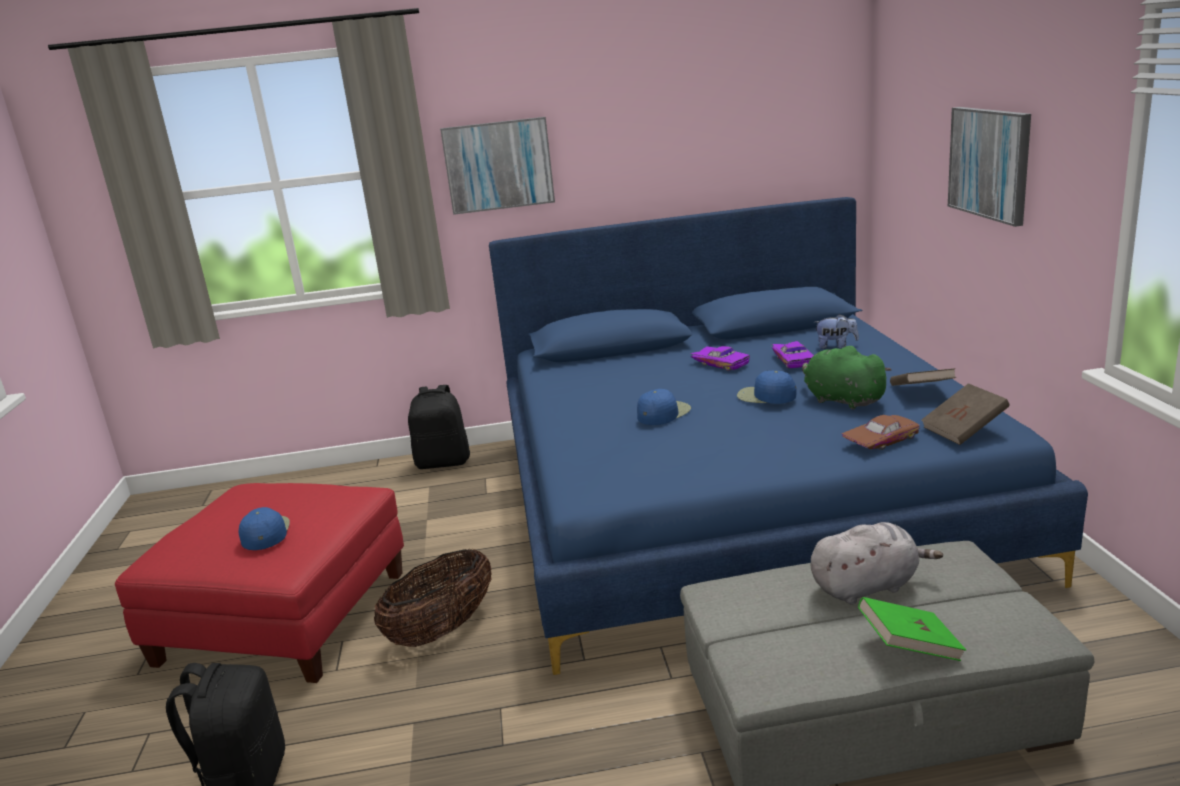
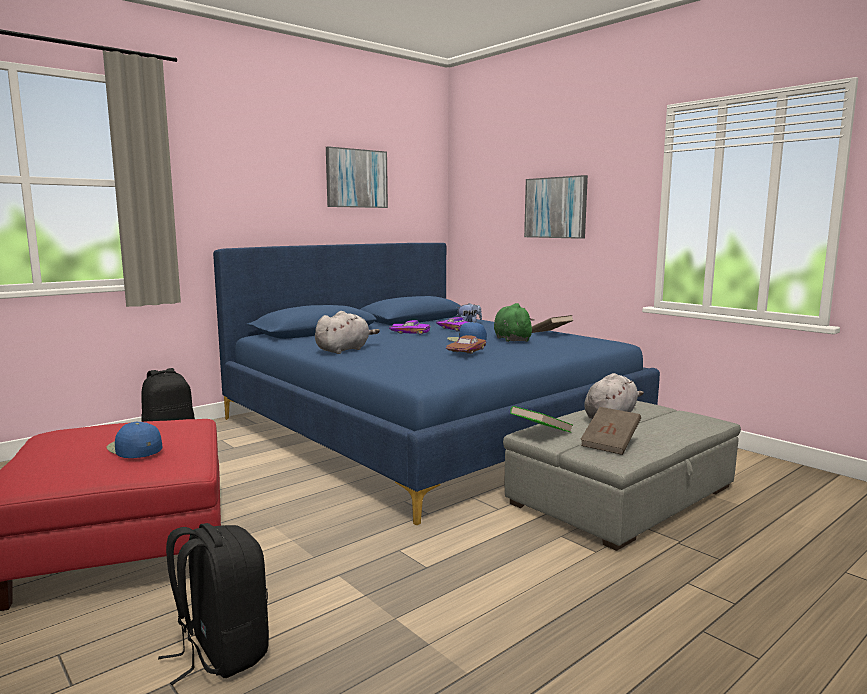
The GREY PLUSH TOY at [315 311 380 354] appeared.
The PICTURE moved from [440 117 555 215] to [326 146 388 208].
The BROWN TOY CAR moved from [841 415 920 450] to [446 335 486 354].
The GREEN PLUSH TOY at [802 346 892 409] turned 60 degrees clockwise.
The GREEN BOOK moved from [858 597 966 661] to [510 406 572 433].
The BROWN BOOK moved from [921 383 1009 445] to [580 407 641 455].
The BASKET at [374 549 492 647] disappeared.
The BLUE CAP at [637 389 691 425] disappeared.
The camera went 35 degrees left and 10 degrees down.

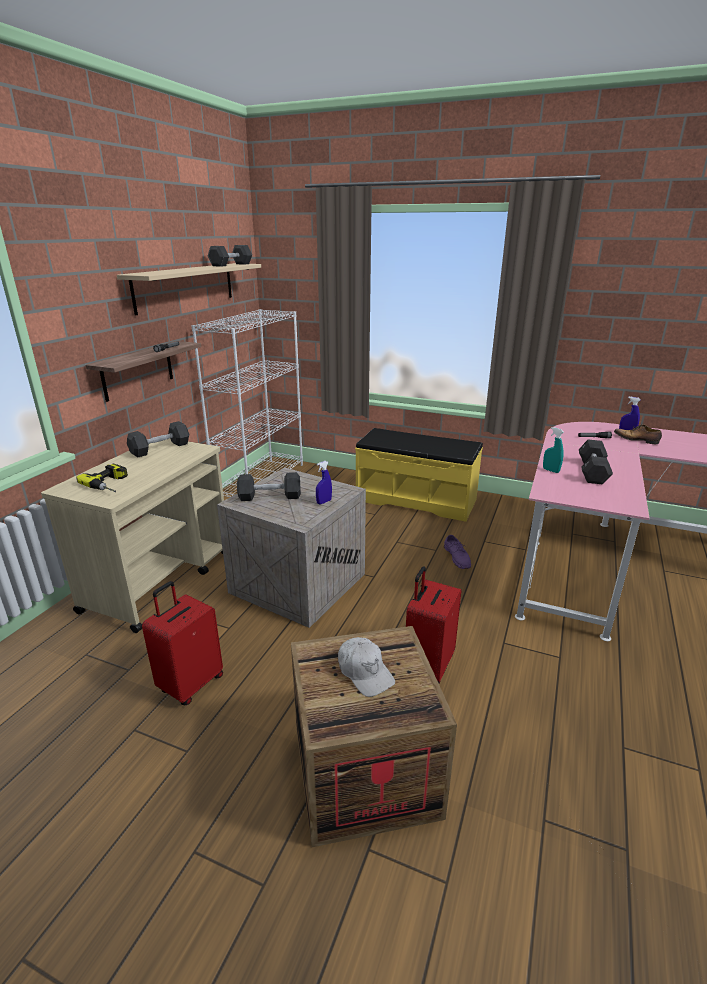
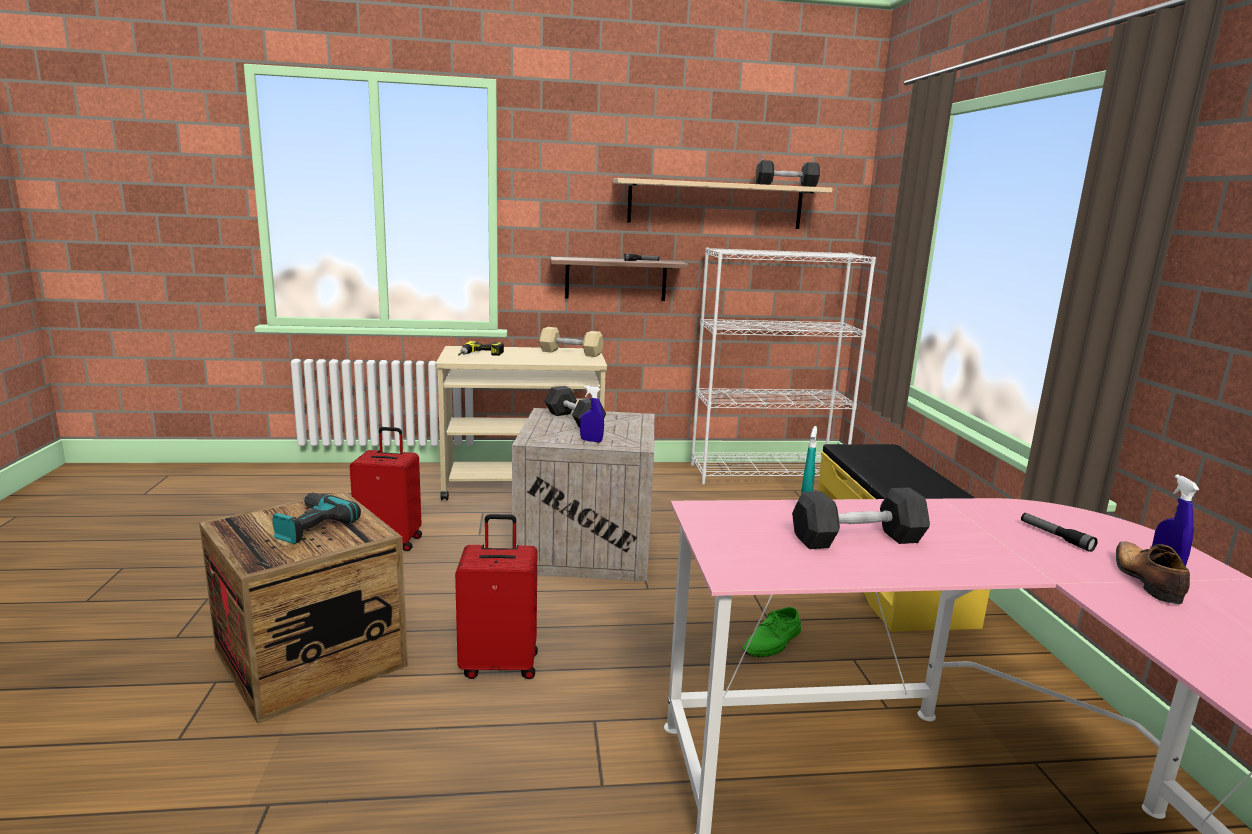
The WHITE CAP at [338 637 395 697] was replaced by the POWER DRILL at [272 492 361 544].
The BLACK DUMBBELL at [127 421 189 457] became the BEIGE DUMBBELL at [539 327 603 357].
The PURPLE SHOE at [444 535 471 569] became the GREEN SHOE at [743 607 801 657].
The camera went 60 degrees right and 10 degrees down.

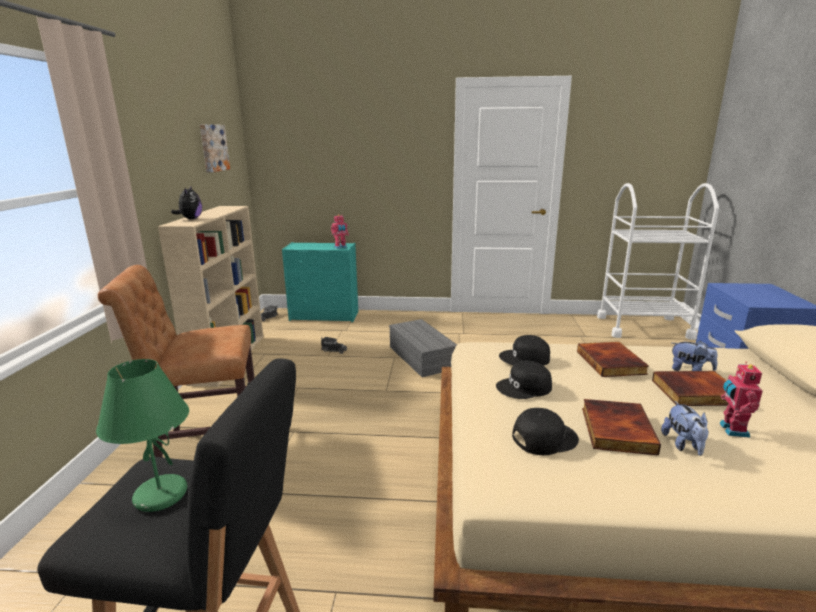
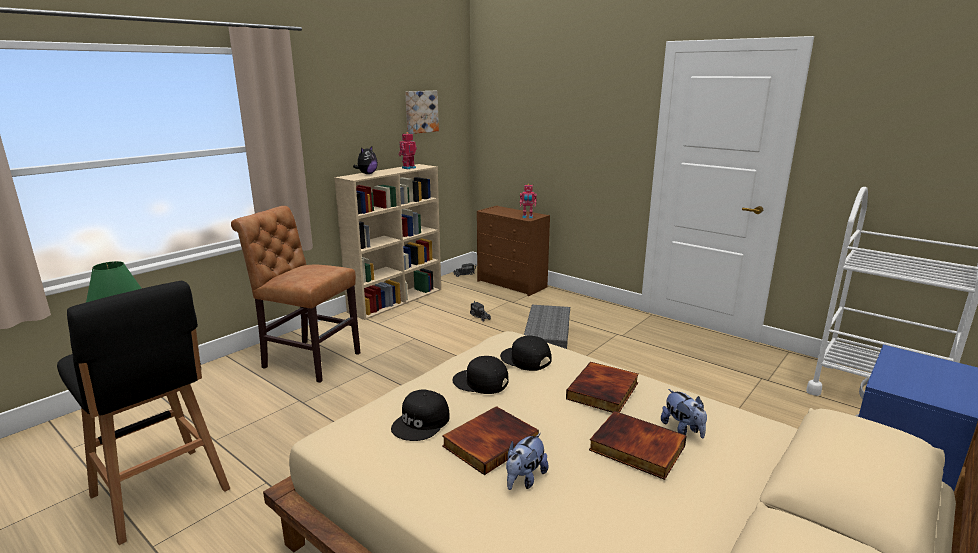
The BLACK CAP at [512 408 579 455] turned 105 degrees clockwise.
The TOY ROBOT moved from [719 362 763 438] to [398 132 417 169].
The TURQUOISE DRESSER at [282 242 358 322] became the BROWN DRESSER at [477 206 550 296].
The camera went 35 degrees right and 0 degrees up.

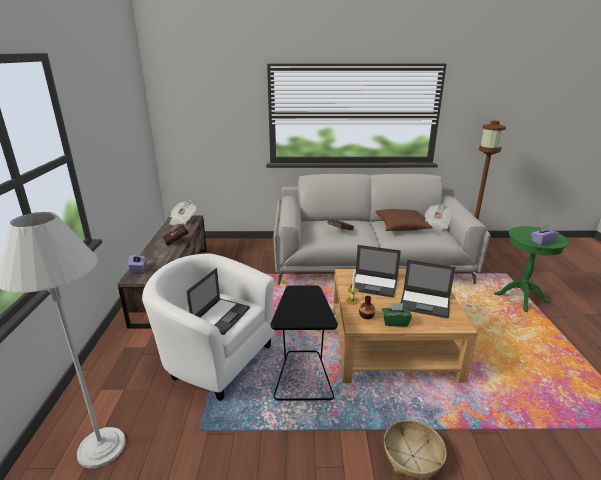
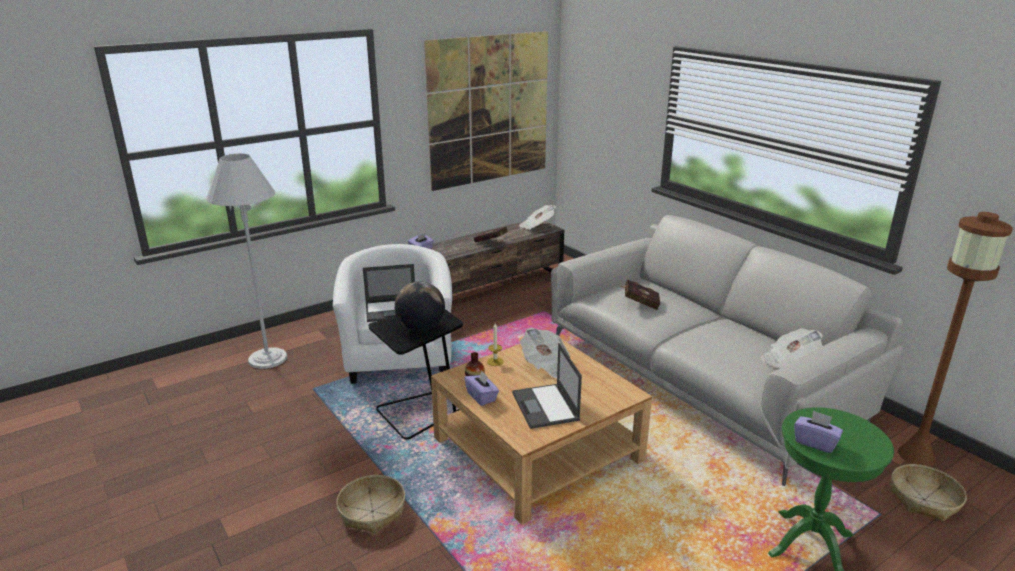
The GLOBE at [394 282 445 332] appeared.
The PICTURE at [424 31 548 191] appeared.
The GREEN TISSUE BOX at [382 303 412 327] became the PURPLE TISSUE BOX at [464 371 499 406].
The LAPTOP at [351 245 401 298] was replaced by the NEWSPAPER at [520 328 570 379].
The BASKET at [890 464 967 521] appeared.
The BROWN PILLOW at [375 209 432 231] disappeared.
The camera went 55 degrees right and 0 degrees up.

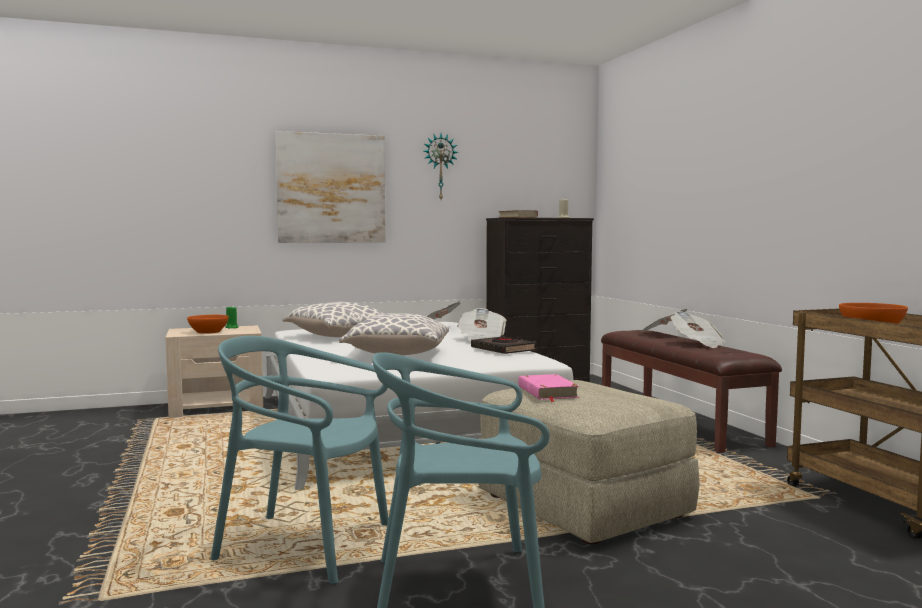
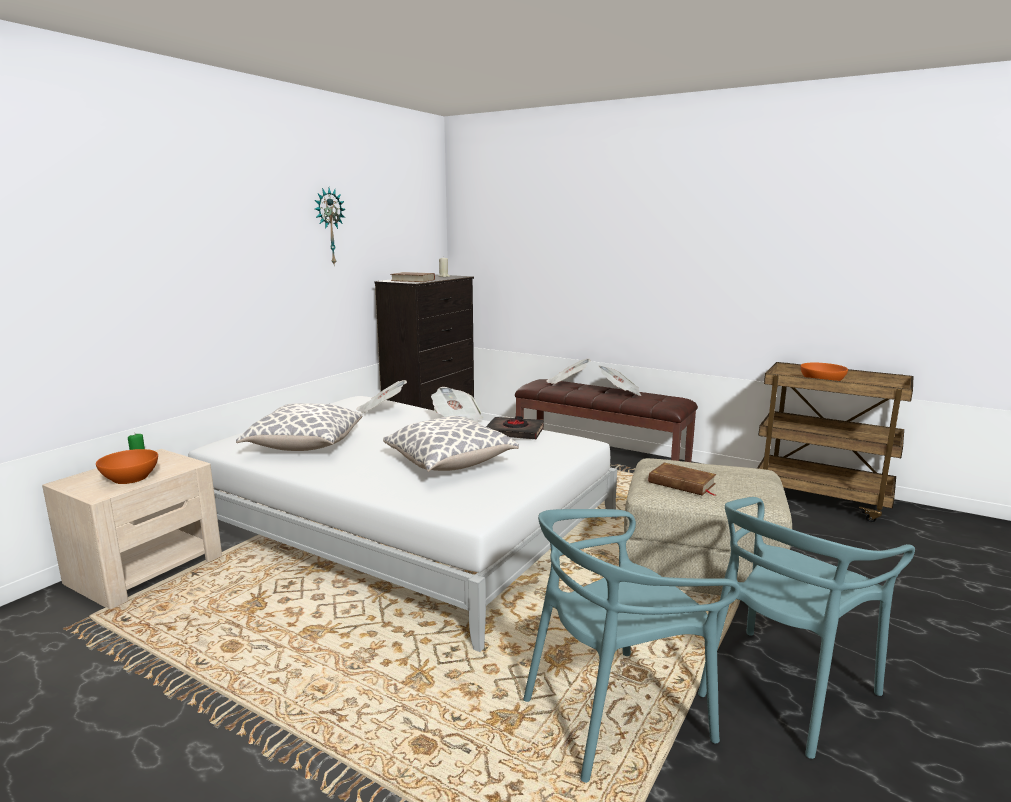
The PINK BOOK at [518 374 579 402] became the BROWN BOOK at [649 463 717 496].
The PICTURE at [275 131 386 243] disappeared.
The camera went 40 degrees left and 10 degrees up.

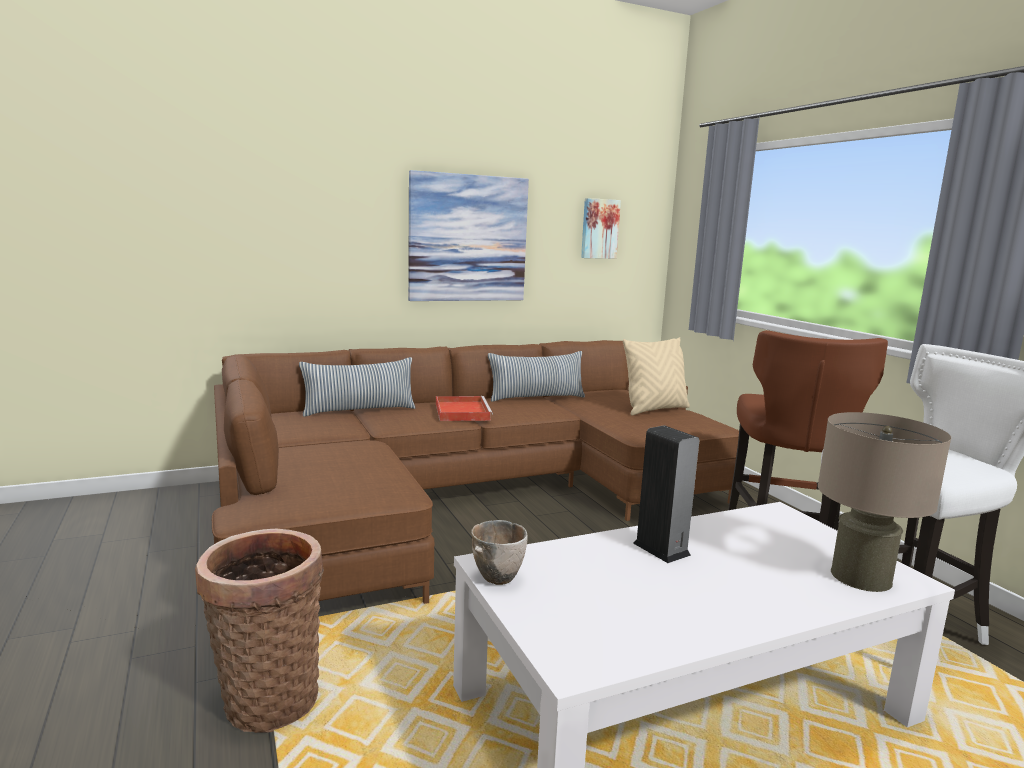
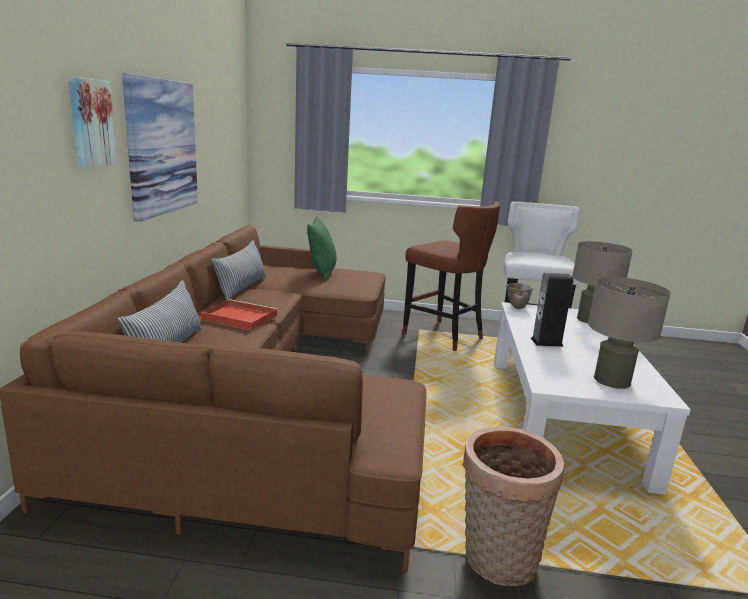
The PICTURE moved from [581 198 621 259] to [68 77 117 168].
The BEIGE PILLOW at [623 337 690 415] became the GREEN PILLOW at [307 216 337 281].
The BOWL moved from [471 520 528 585] to [507 283 533 309].
The BEIGE TABLE LAMP at [588 277 671 389] appeared.
The camera went 60 degrees left and 5 degrees up.

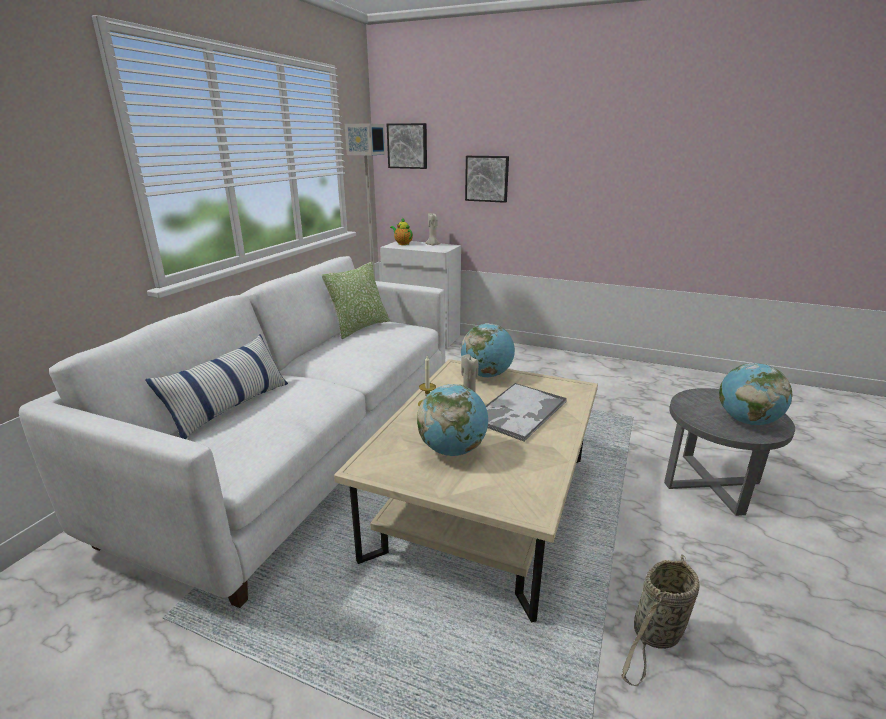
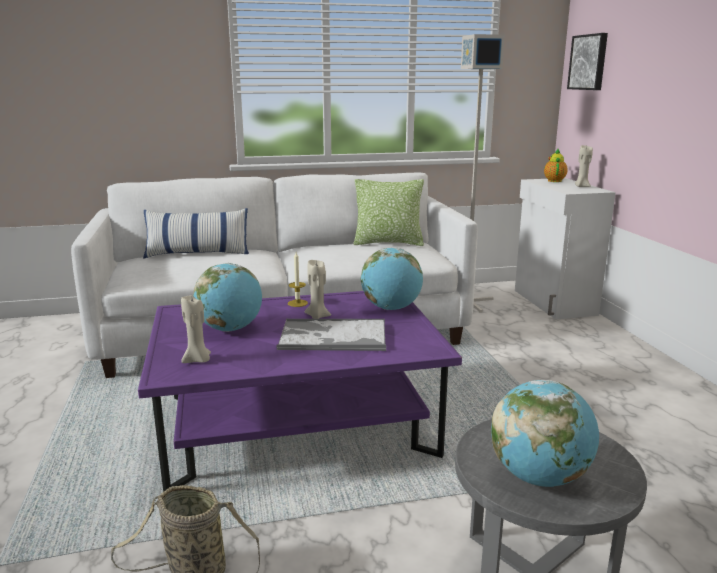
The BEIGE COFFEE TABLE at [334 359 598 623] became the PURPLE COFFEE TABLE at [138 291 462 492].
The BEIGE CANDLE at [181 295 211 363] appeared.
The PICTURE at [465 156 509 203] disappeared.
The camera went 55 degrees right and 5 degrees down.

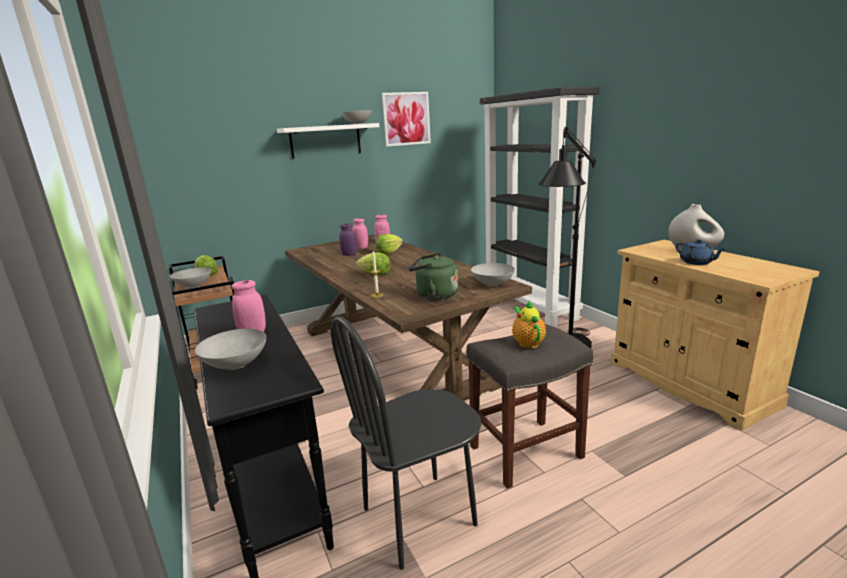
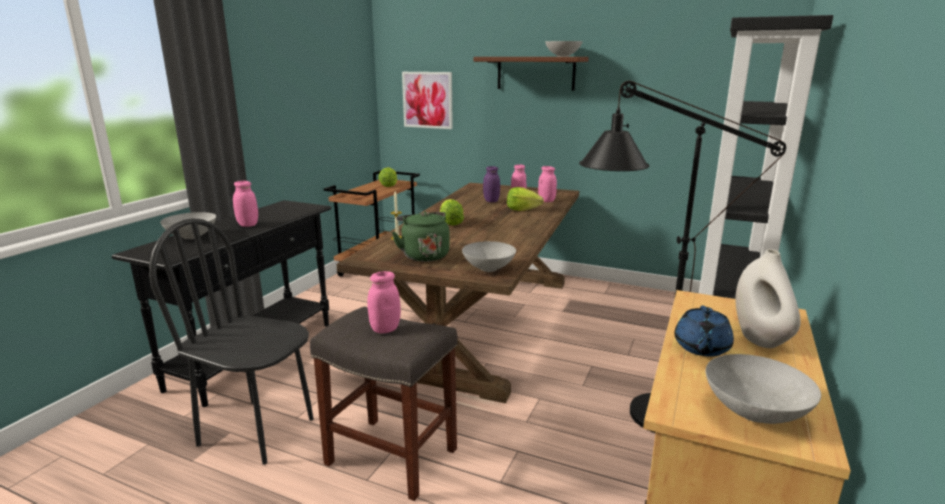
The TEAPOT at [512 300 546 349] was replaced by the PINK JAR at [368 271 401 333].
The PICTURE moved from [382 92 431 147] to [402 72 453 129].
The WHITE SHELF at [277 123 379 158] became the BROWN SHELF at [474 57 589 91].
The GREY BOWL moved from [170 267 211 288] to [706 354 821 424].
The camera went 50 degrees right and 0 degrees up.

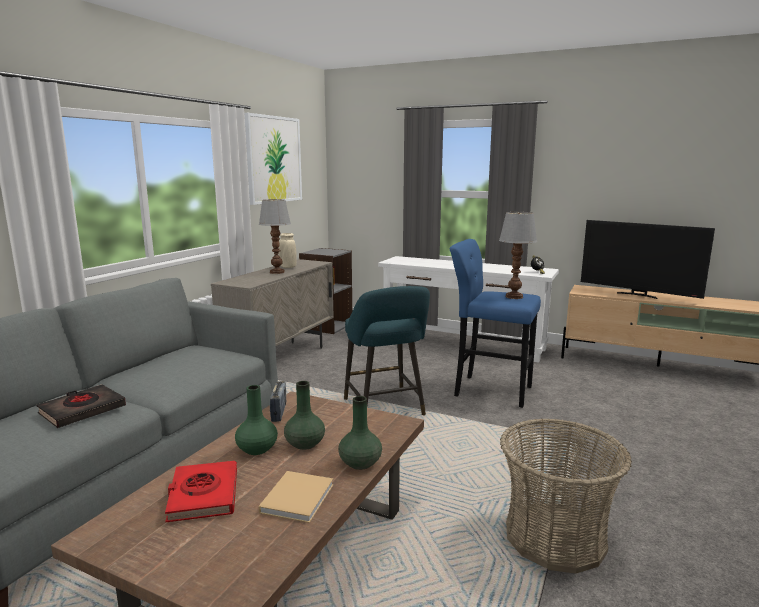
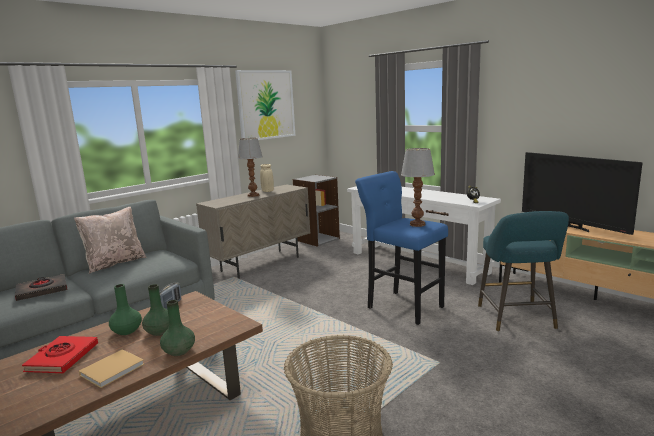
The BEIGE PILLOW at [74 207 147 274] appeared.
The TURQUOISE STOOL moved from [344 286 430 416] to [478 211 569 332].
The camera went 20 degrees right and 0 degrees up.

